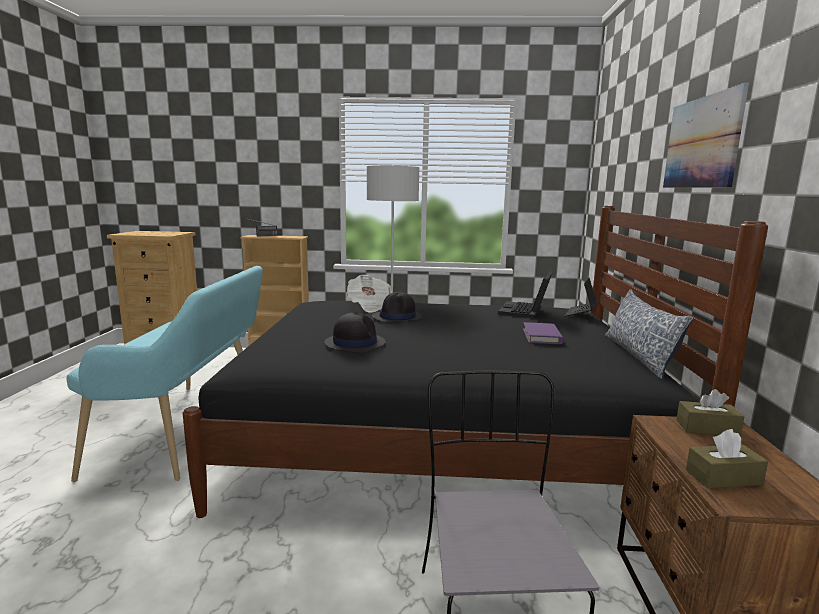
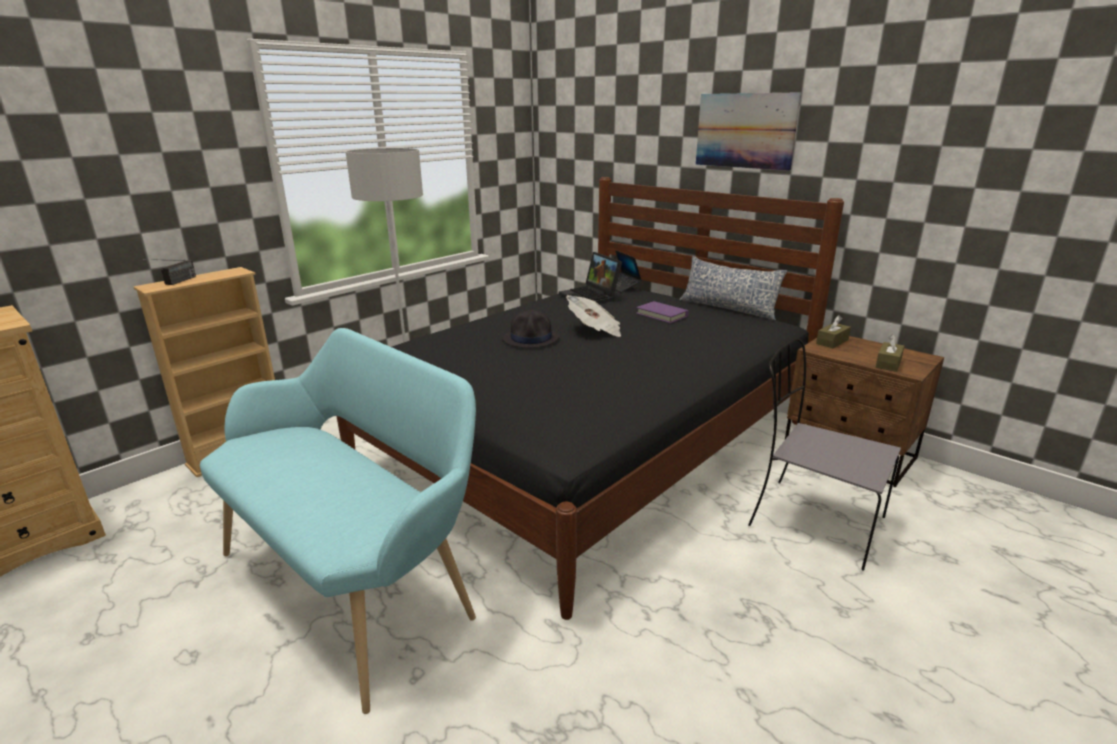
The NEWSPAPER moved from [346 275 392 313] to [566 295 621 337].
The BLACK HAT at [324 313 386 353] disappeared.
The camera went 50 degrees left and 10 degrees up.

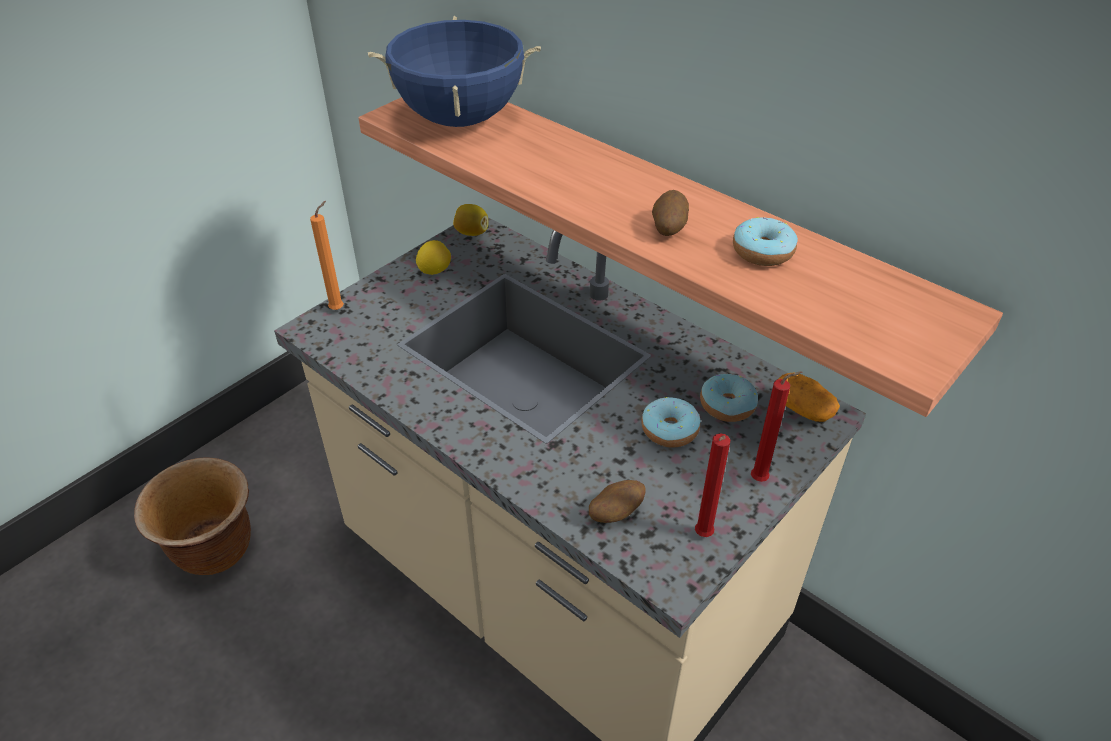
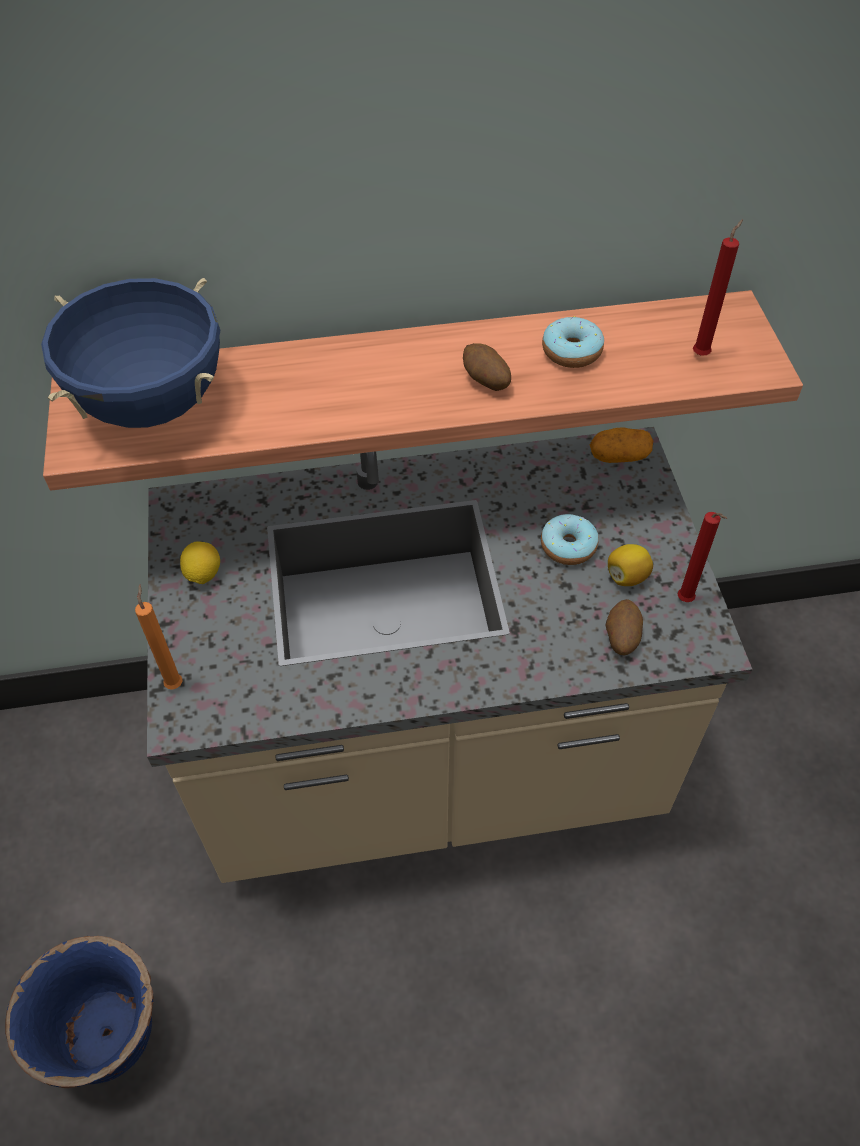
The BROWN PLANTER at [134 458 251 575] became the BLUE PLANTER at [5 936 154 1088].
The LEMON moved from [453 204 488 236] to [608 544 653 586].
The RED CANDLE moved from [751 371 802 482] to [693 219 743 356].
The DONUT at [700 374 758 422] disappeared.
The camera went 50 degrees left and 10 degrees up.

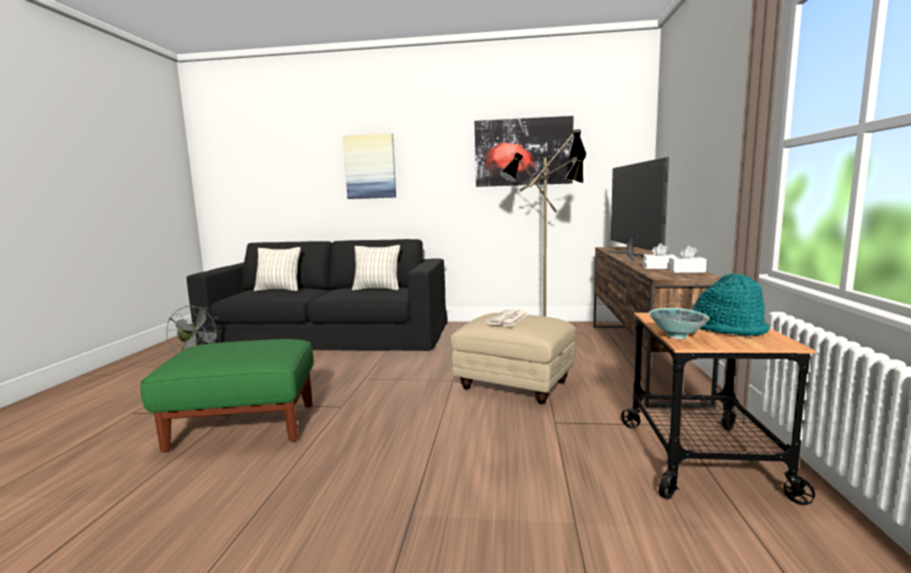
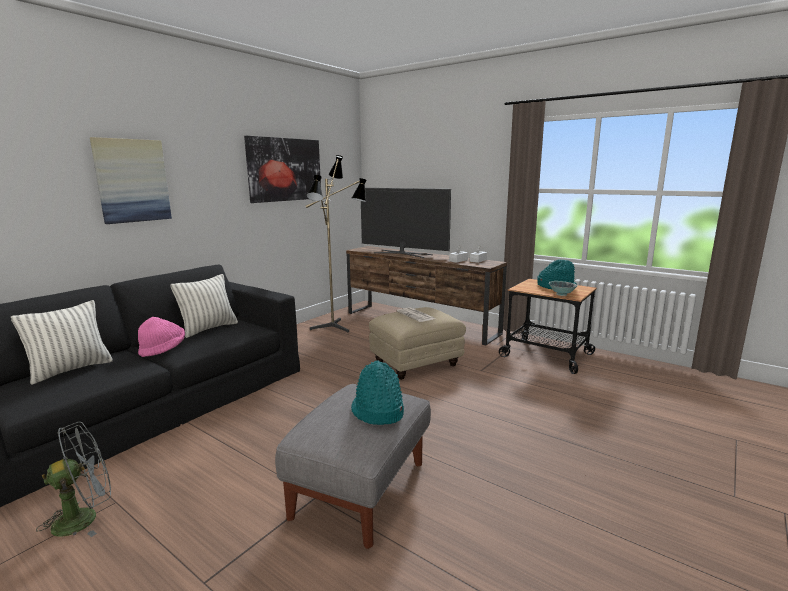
The PINK HAT at [138 317 185 357] appeared.
The GREEN OTTOMAN at [140 339 314 453] became the GREY OTTOMAN at [275 384 431 549].
The TURQUOISE HAT at [351 361 404 425] appeared.
The camera went 60 degrees left and 5 degrees up.

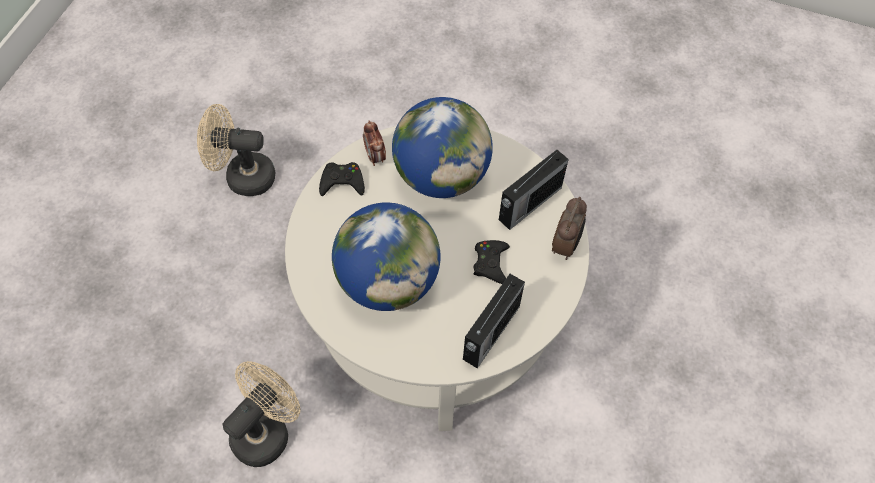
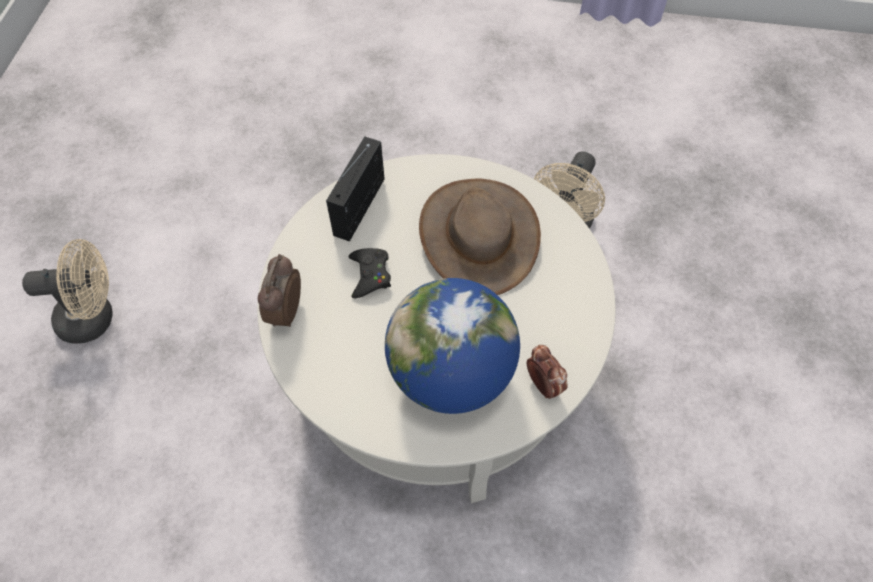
The BEIGE FAN moved from [197 104 275 196] to [22 239 113 344].
The GLOBE at [332 202 440 311] was replaced by the BROWN HAT at [419 178 541 295].
The BLACK GAME CONTROLLER at [319 162 365 196] disappeared.
The RADIO at [499 150 569 230] disappeared.
The camera went 170 degrees right and 0 degrees up.

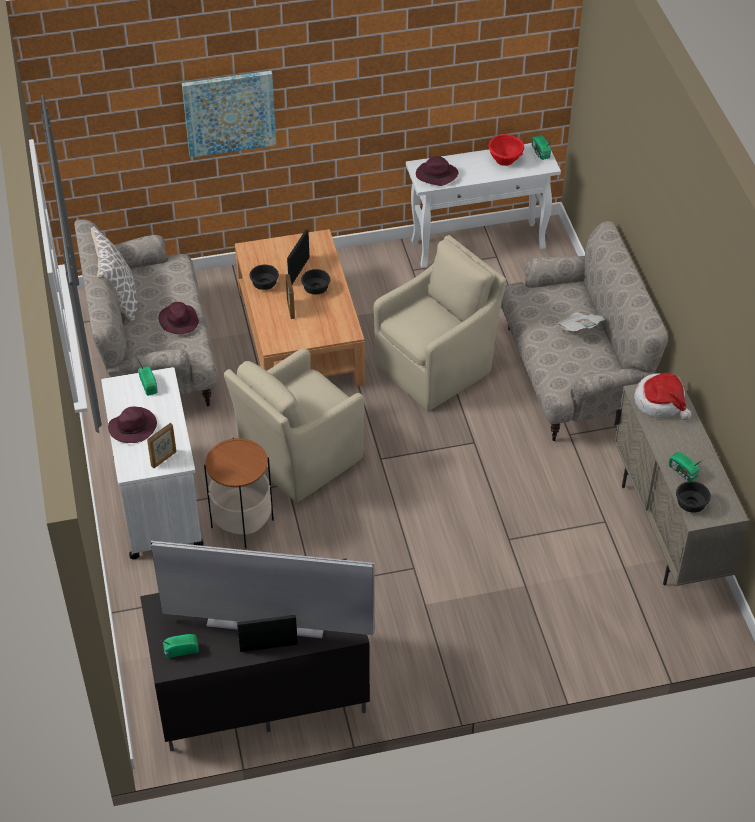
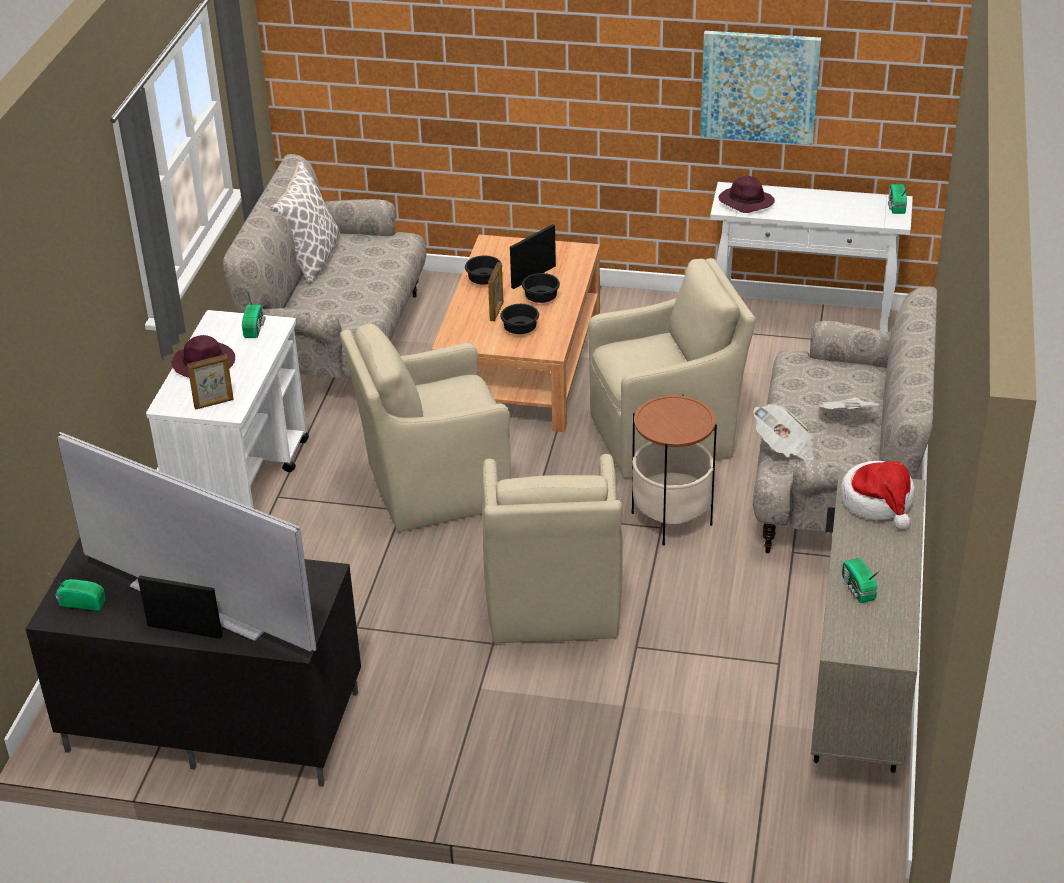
The BEIGE ARMCHAIR at [482 454 623 643] appeared.
The BLACK BOWL moved from [676 481 711 513] to [500 304 539 334].
The SIDE TABLE moved from [204 437 274 549] to [631 394 717 546].
The PICTURE moved from [182 71 276 158] to [700 31 821 145].
The NEWSPAPER at [753 404 814 460] appeared.
The PURPLE HAT at [158 302 199 334] disappeared.
The RED BOWL at [488 134 524 166] disappeared.
The camera went 25 degrees right and 10 degrees down.

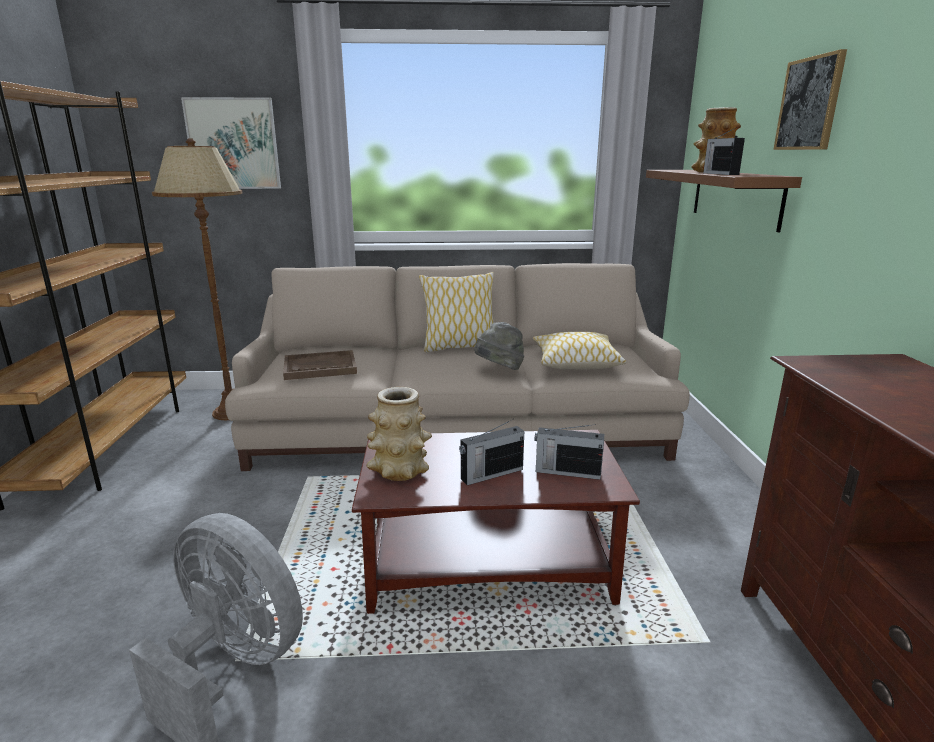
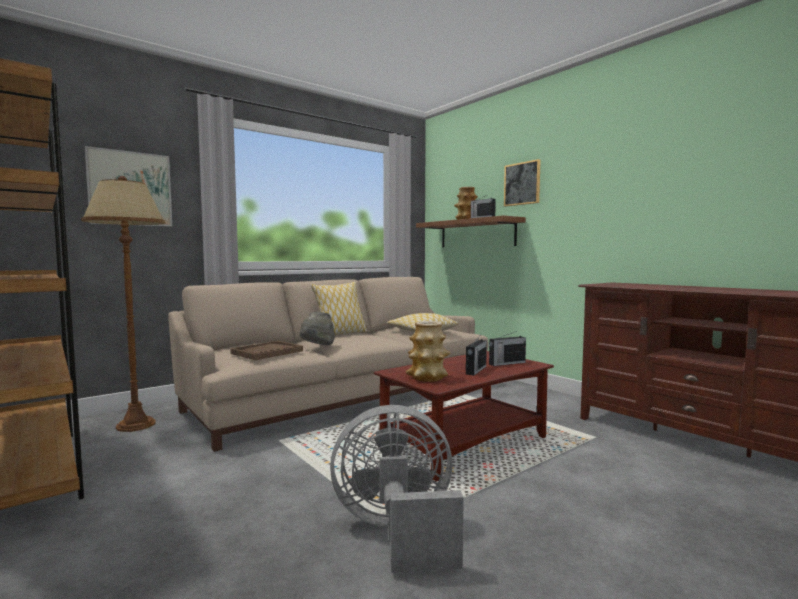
The GREY HAT moved from [474 322 524 370] to [300 312 335 345].
The camera went 35 degrees left and 15 degrees down.

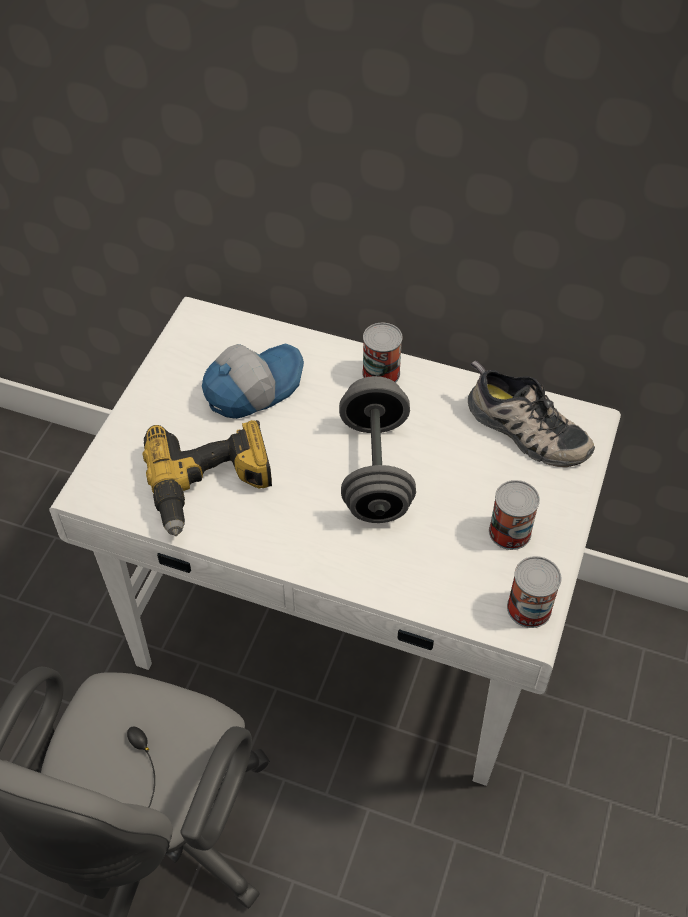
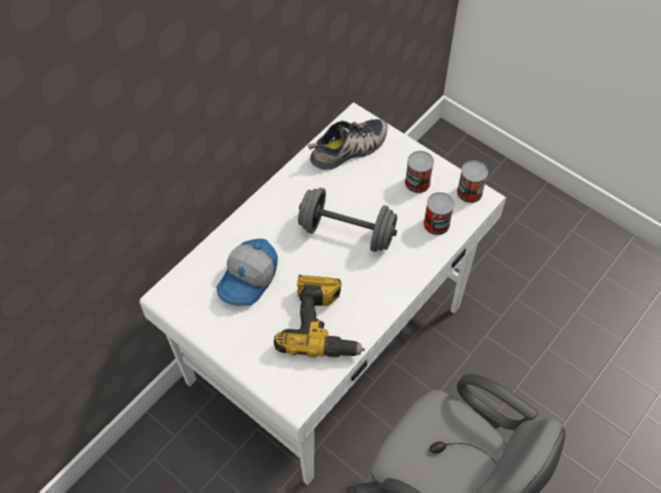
The CAP at [202 343 304 419] turned 135 degrees counterclockwise.
The CAN moved from [362 323 403 383] to [424 192 454 235].
The camera went 70 degrees left and 5 degrees up.

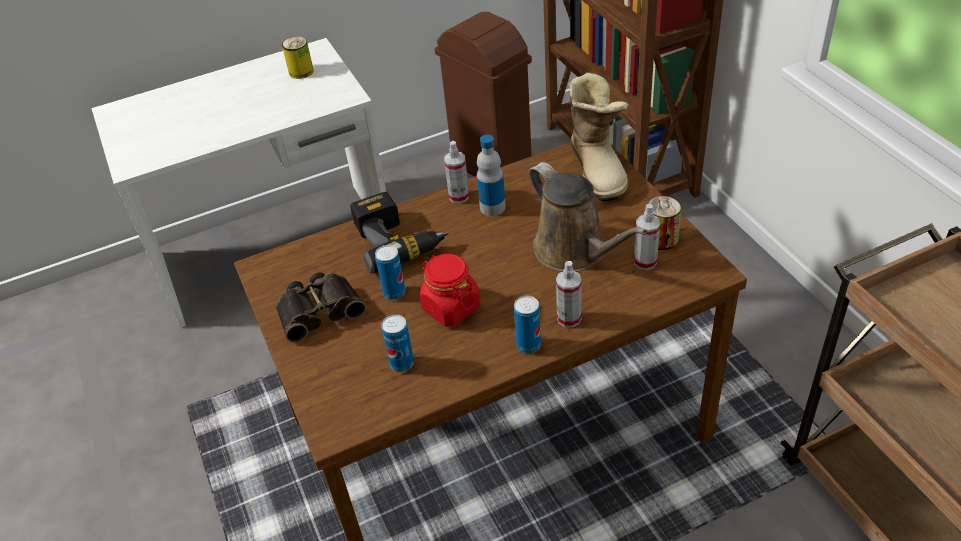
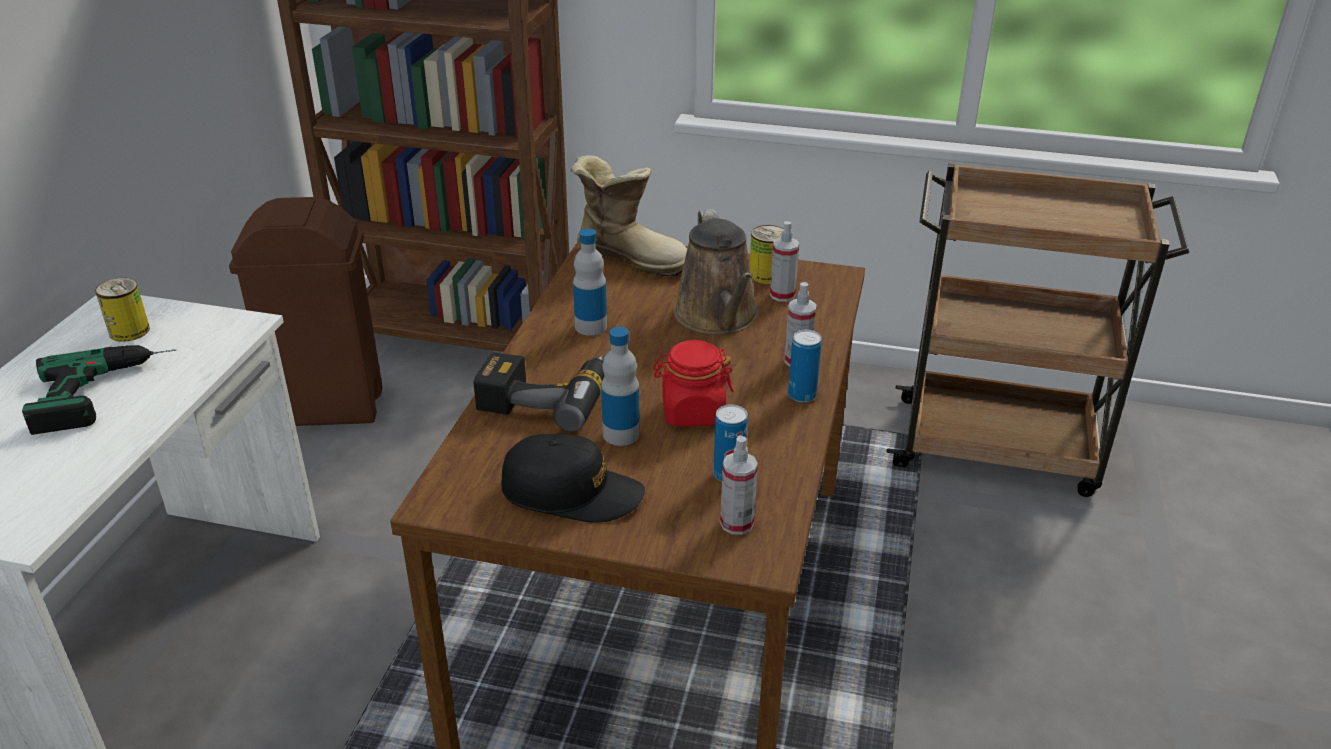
The POWER DRILL at [22 345 177 435] appeared.
The BINOCULARS at [276 272 366 343] was replaced by the BLACK CAP at [501 434 645 523].
The CAN at [375 245 406 300] was replaced by the BOTTLE at [601 327 640 446].
The BROWN WATERING CAN at [529 162 647 272] turned 75 degrees clockwise.
The SPRAY BOTTLE moved from [444 141 469 203] to [720 436 758 535].
The camera went 55 degrees left and 10 degrees down.

